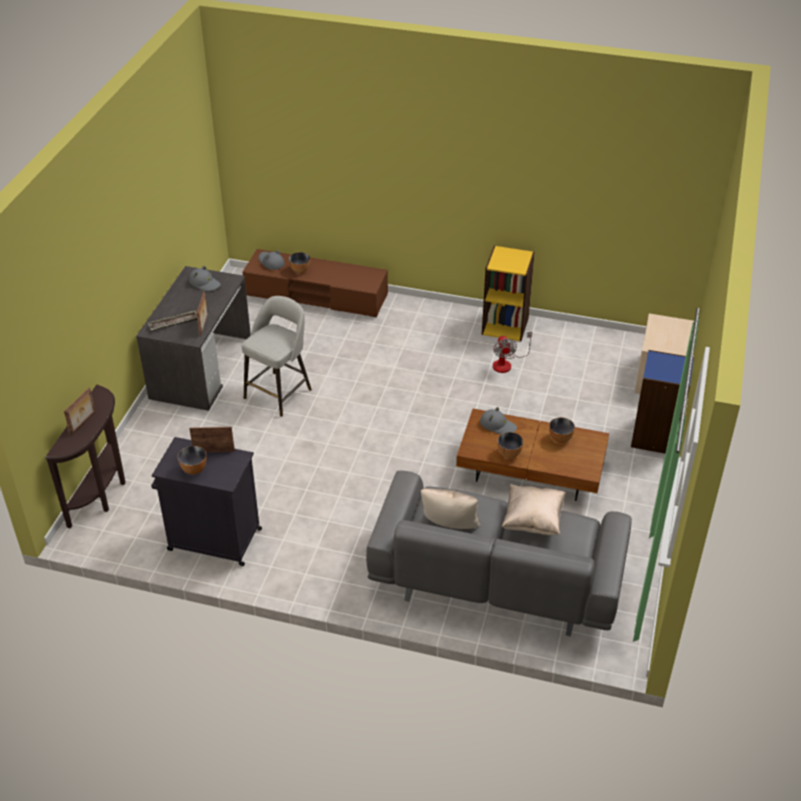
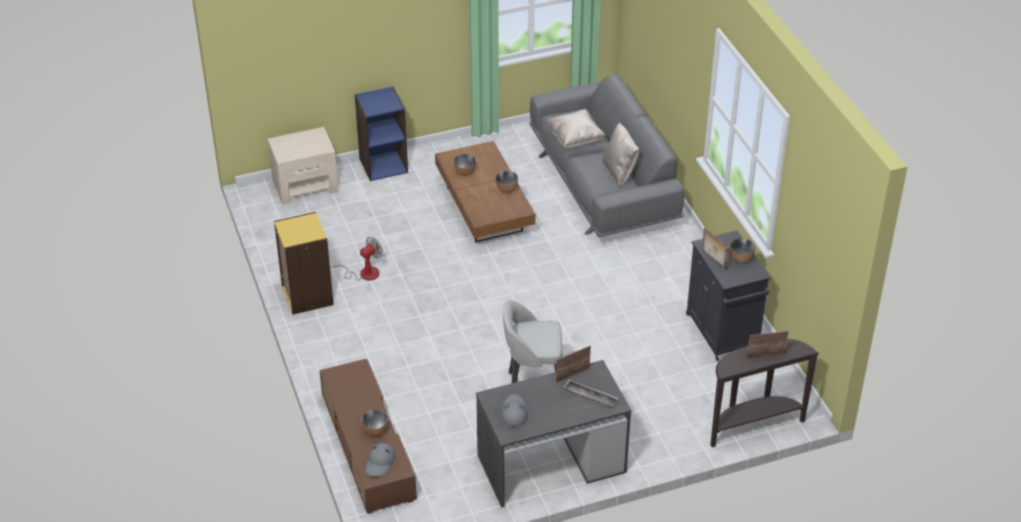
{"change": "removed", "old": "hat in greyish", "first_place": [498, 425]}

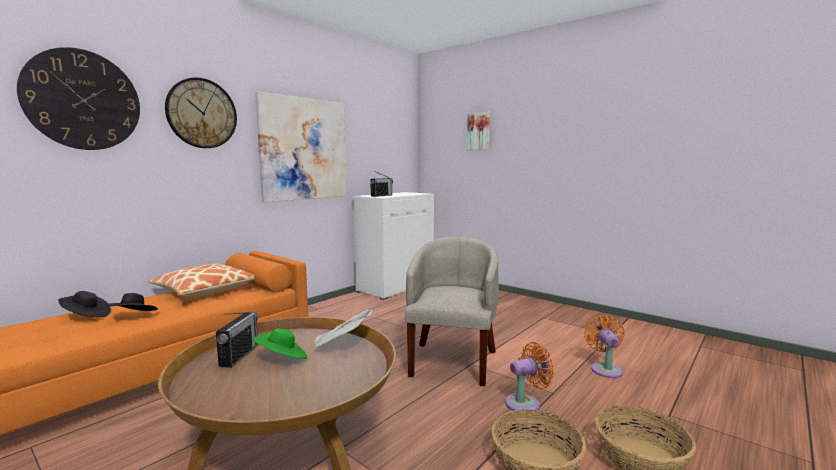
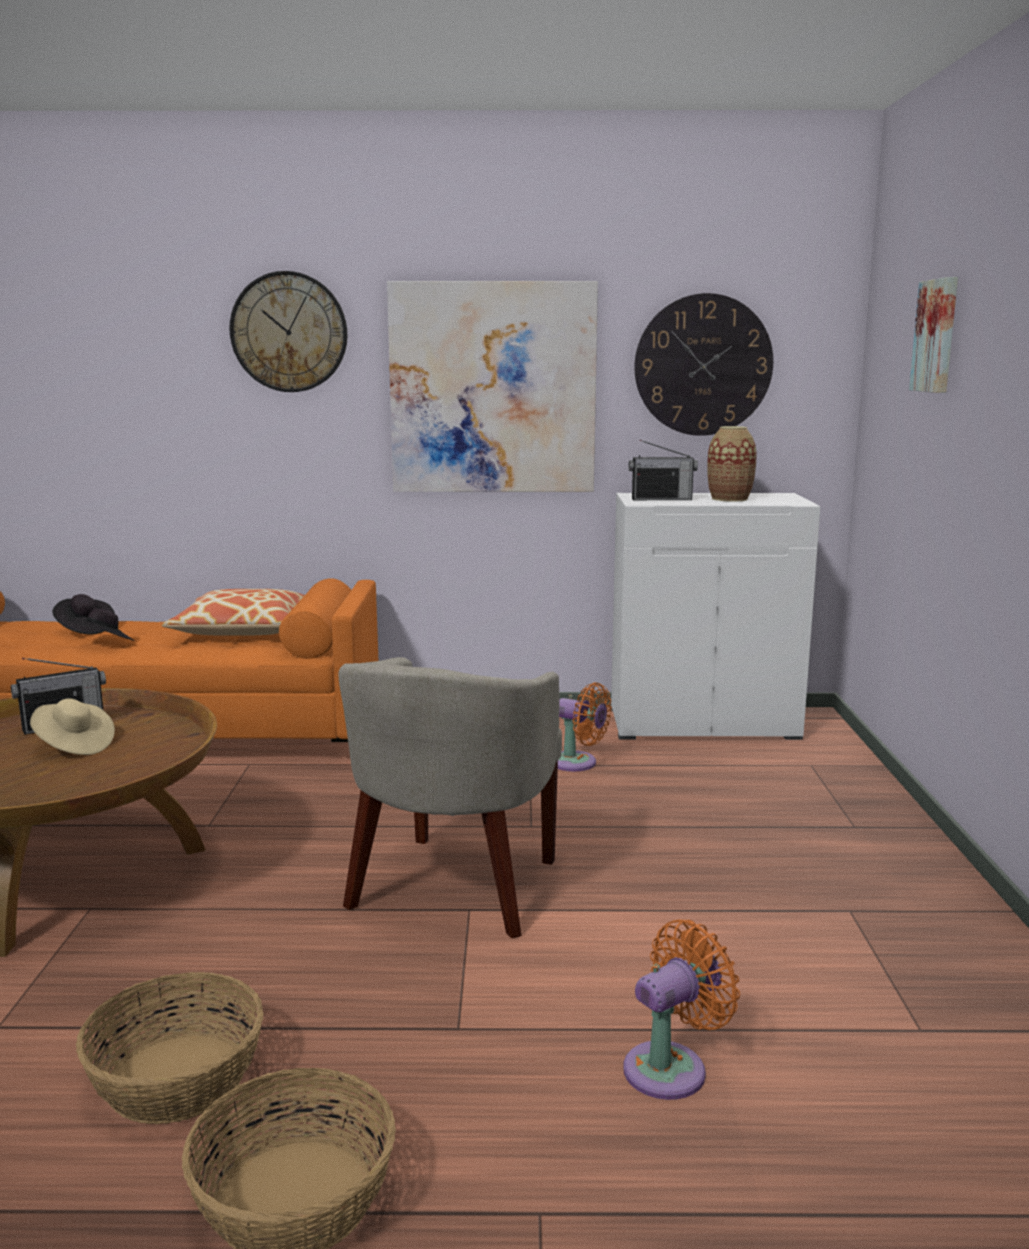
{"change": "removed", "old": "printed paper", "first_place": [341, 344]}
{"change": "added", "new": "decorative vase", "second_place": [729, 499]}
{"change": "moved", "old": "hanging clock", "first_place": [83, 100], "second_place": [703, 365]}
{"change": "moved", "old": "cooling fan in orangey", "first_place": [526, 403], "second_place": [578, 763]}
{"change": "recoloured", "old": "hat in green-coloured", "new": "hat in beige-coloured", "first_place": [282, 358], "second_place": [74, 746]}
{"change": "turned", "old": "lounge chair in beige-coloured", "first_place": [452, 361], "second_place": [454, 889], "degrees": 135}

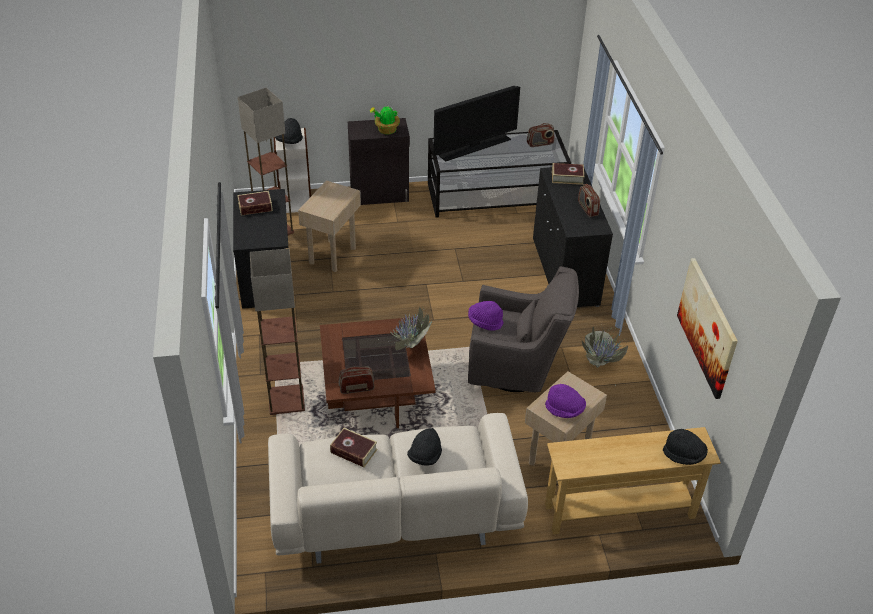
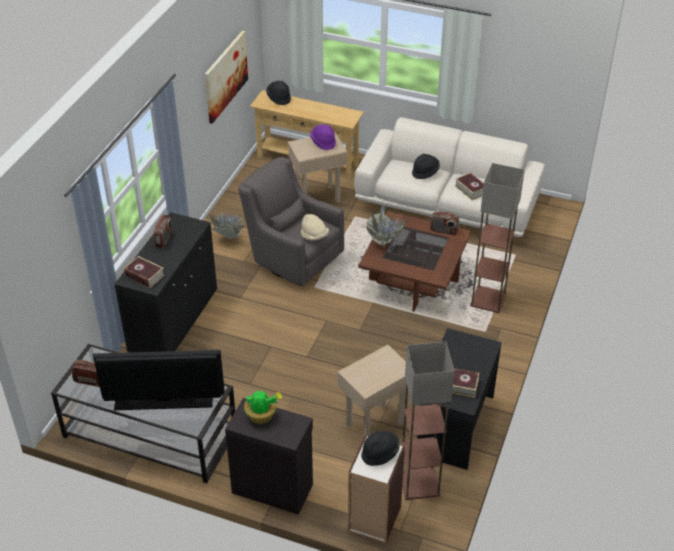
{"change": "recoloured", "old": "hat in purple", "new": "hat in beige-coloured", "first_place": [485, 322], "second_place": [314, 236]}

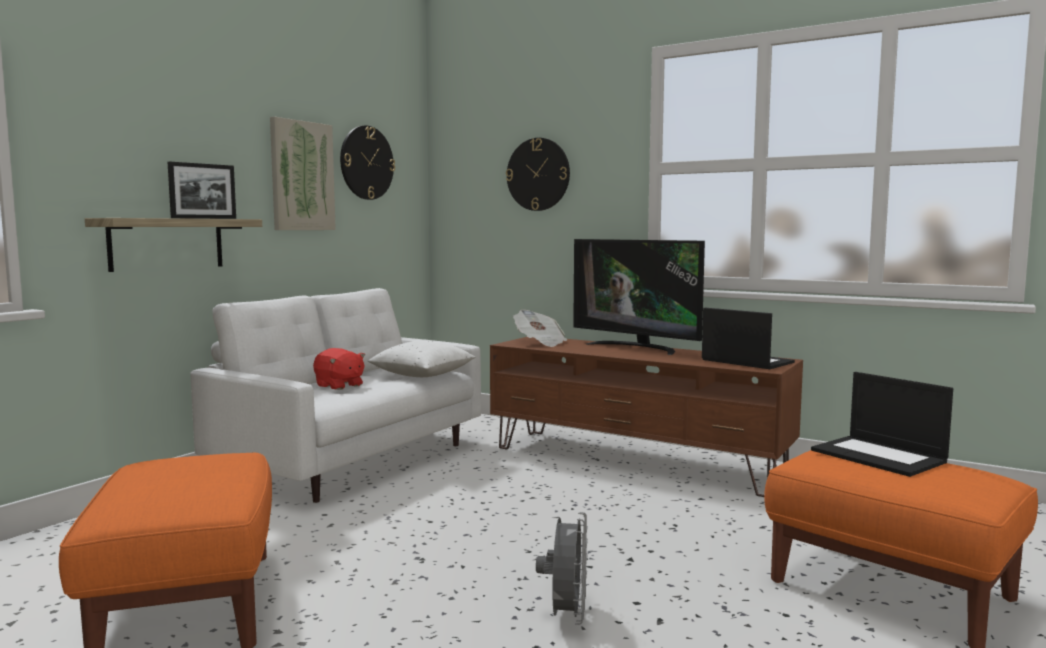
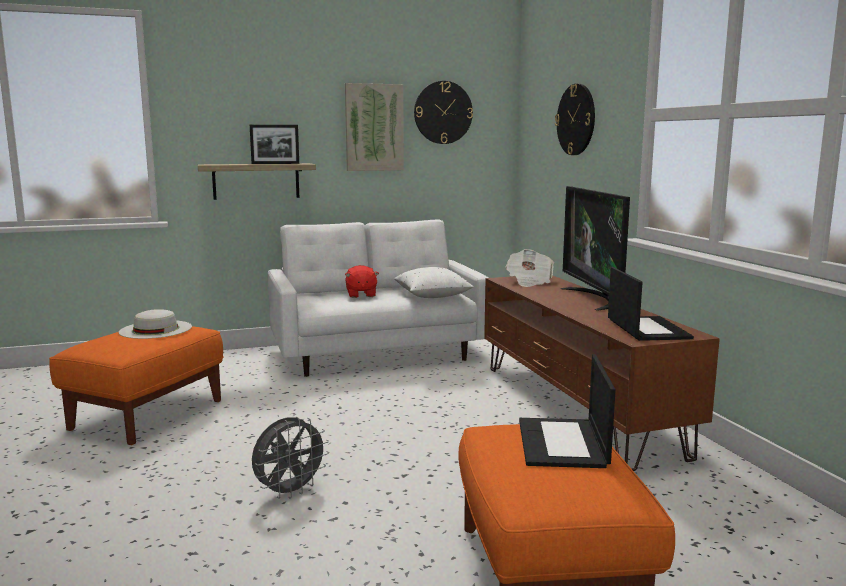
{"change": "added", "new": "hat in white-coloured", "second_place": [155, 329]}

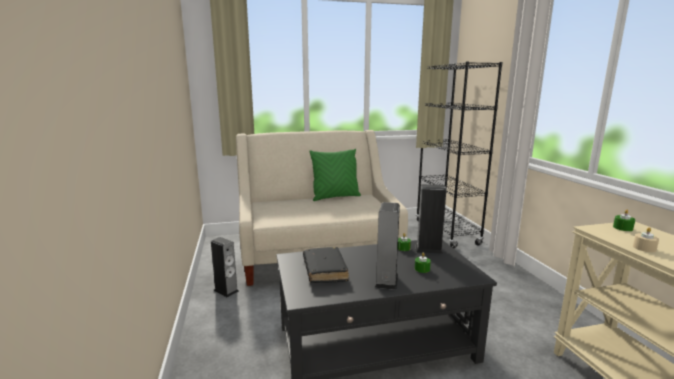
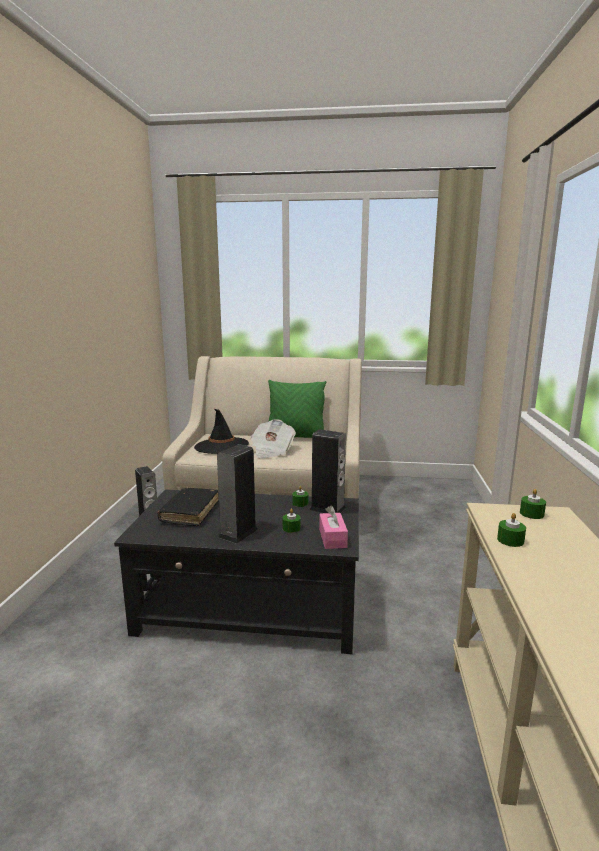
{"change": "removed", "old": "shelving unit in black", "first_place": [446, 232]}
{"change": "added", "new": "hat in black", "second_place": [221, 446]}
{"change": "added", "new": "printed paper", "second_place": [271, 451]}
{"change": "added", "new": "tissue holder in pink", "second_place": [332, 538]}
{"change": "recoloured", "old": "candle in beige-coloured", "new": "candle in green-coloured", "first_place": [644, 248], "second_place": [510, 540]}

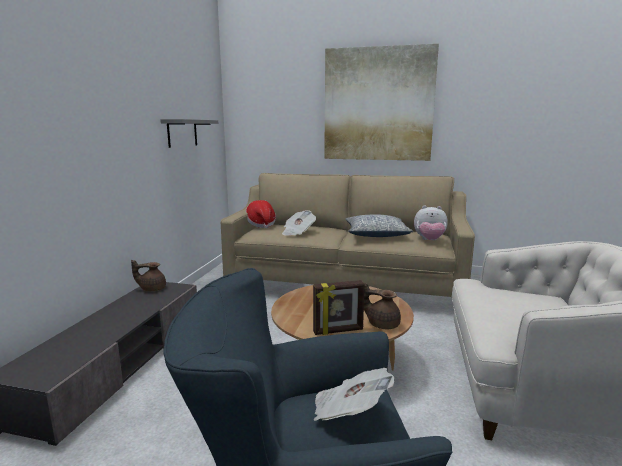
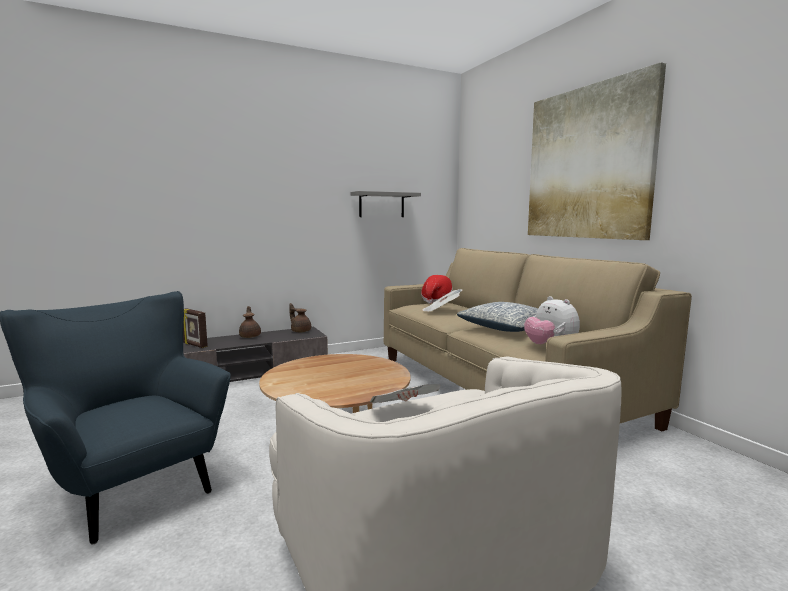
{"change": "moved", "old": "photo frame", "first_place": [338, 331], "second_place": [194, 345]}
{"change": "moved", "old": "printed paper", "first_place": [349, 412], "second_place": [404, 413]}
{"change": "moved", "old": "pot for tea in brownish", "first_place": [382, 324], "second_place": [250, 336]}

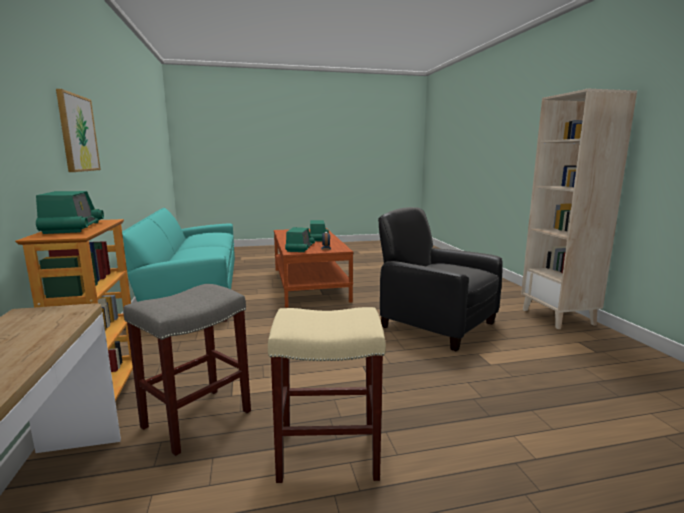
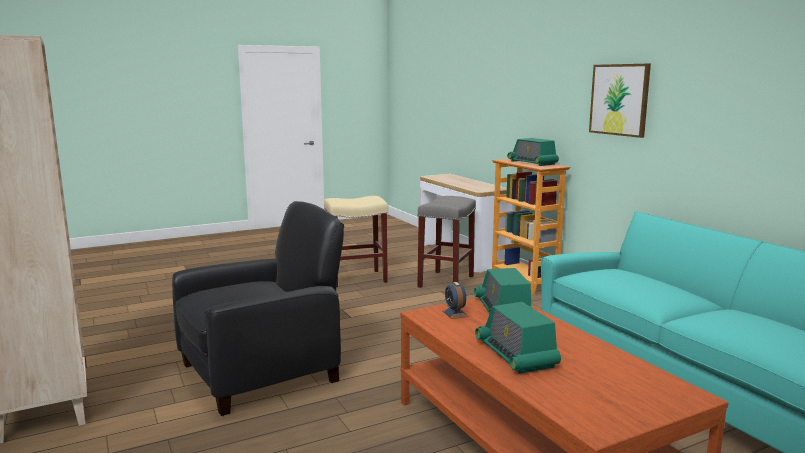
{"change": "turned", "old": "lounge chair in black", "first_place": [436, 324], "second_place": [262, 372], "degrees": -60}

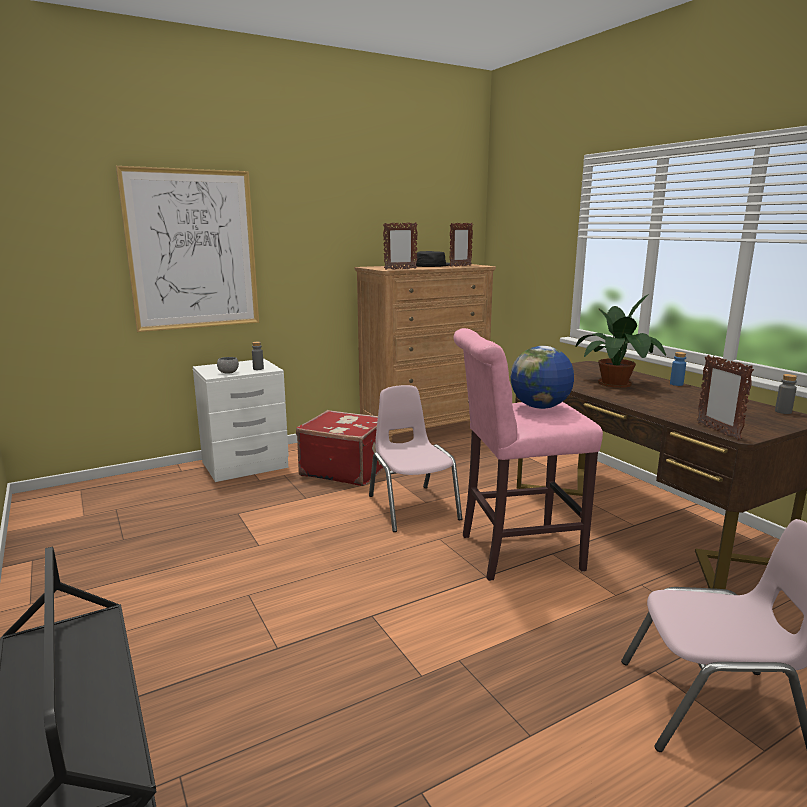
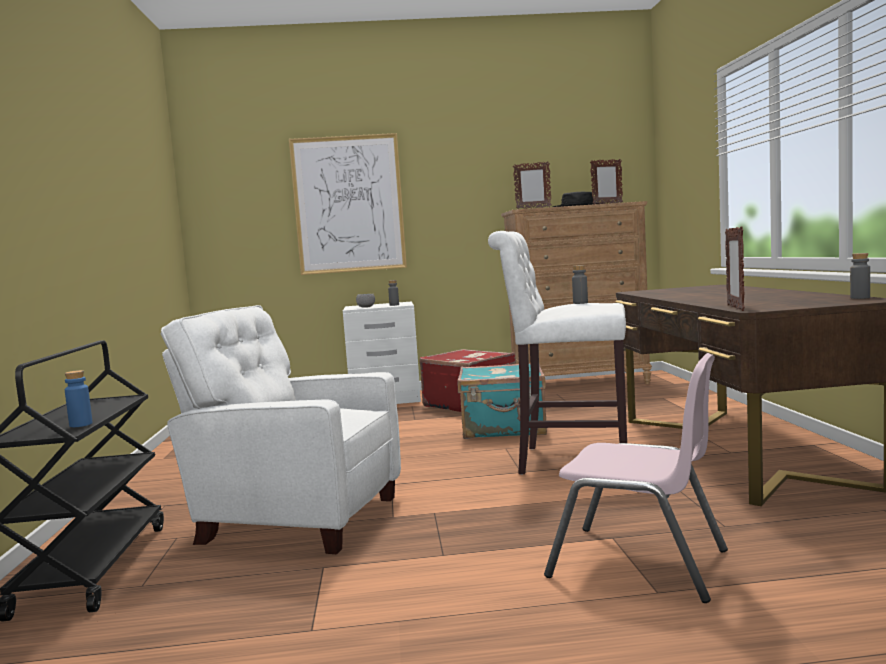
{"change": "removed", "old": "houseplant", "first_place": [617, 384]}
{"change": "added", "new": "lounge chair in white-coloured", "second_place": [296, 519]}
{"change": "moved", "old": "drink bottle in blue-coloured", "first_place": [676, 384], "second_place": [81, 424]}
{"change": "replaced", "old": "plain chair in pink", "new": "travel case in blue-green", "first_place": [412, 507], "second_place": [504, 429]}
{"change": "replaced", "old": "world globe", "new": "drink bottle in greyish", "first_place": [540, 407], "second_place": [580, 303]}
{"change": "recoloured", "old": "stool in pink", "new": "stool in white-coloured", "first_place": [513, 553], "second_place": [567, 461]}

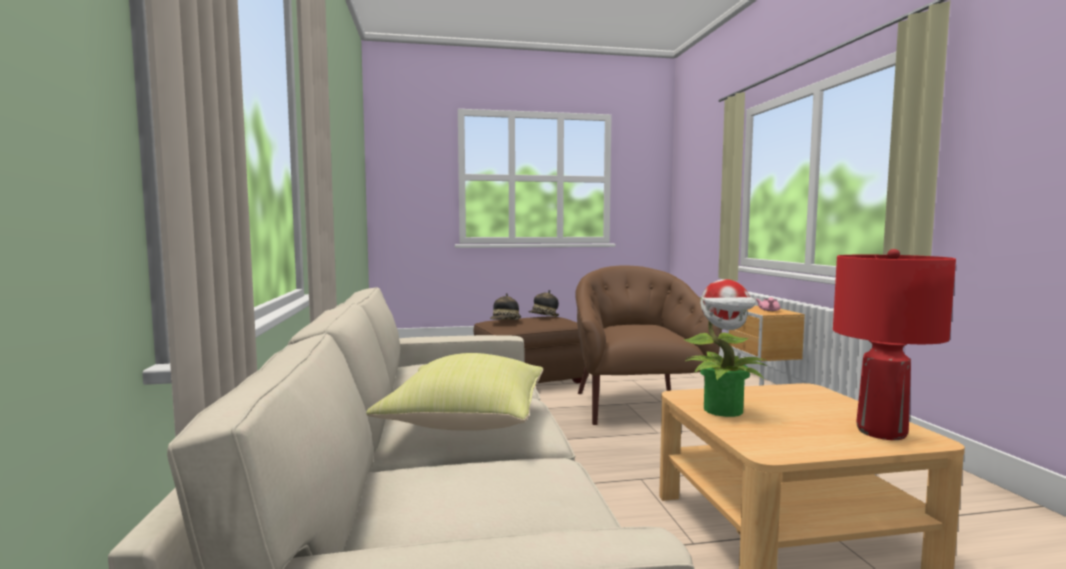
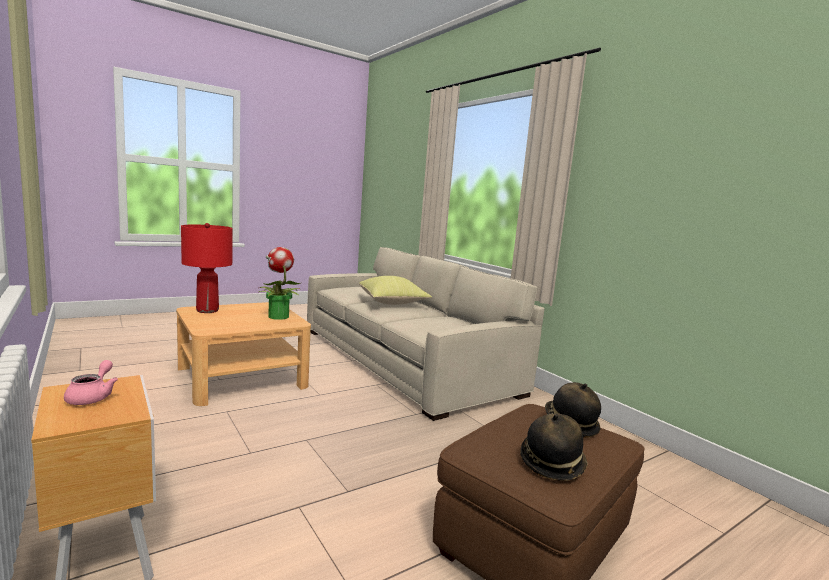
{"change": "removed", "old": "lounge chair in brownish", "first_place": [636, 405]}

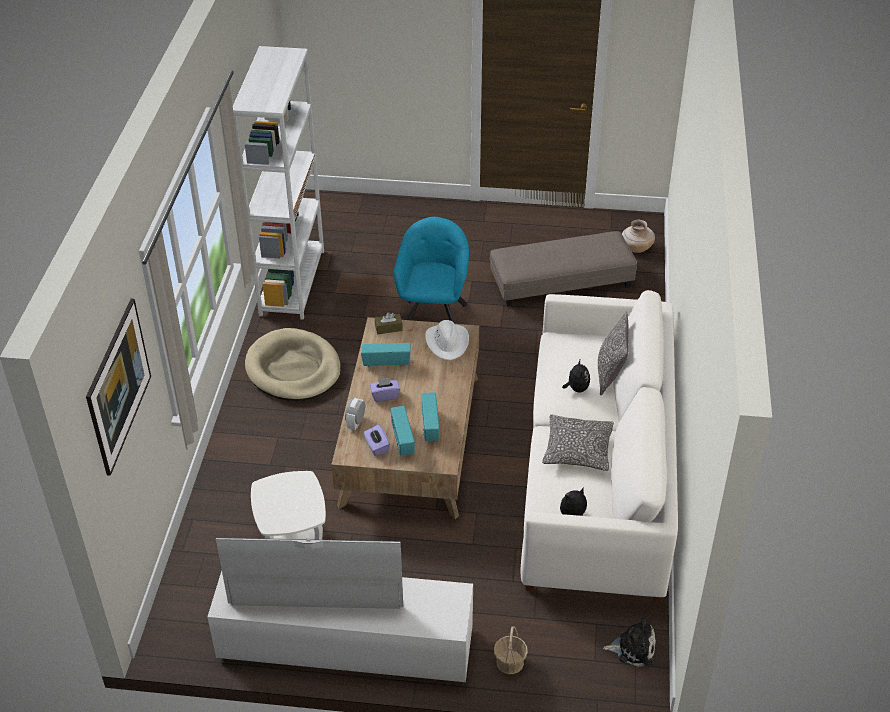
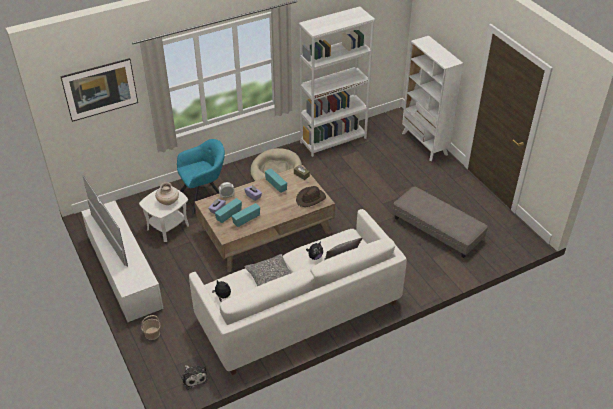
{"change": "added", "new": "shelving unit in white-coloured", "second_place": [424, 144]}
{"change": "moved", "old": "lounge chair in blue-green", "first_place": [433, 319], "second_place": [205, 196]}
{"change": "moved", "old": "decorative vase in beige-coloured", "first_place": [636, 248], "second_place": [168, 201]}
{"change": "recoloured", "old": "hat in white-coloured", "new": "hat in brownish", "first_place": [447, 342], "second_place": [310, 198]}

